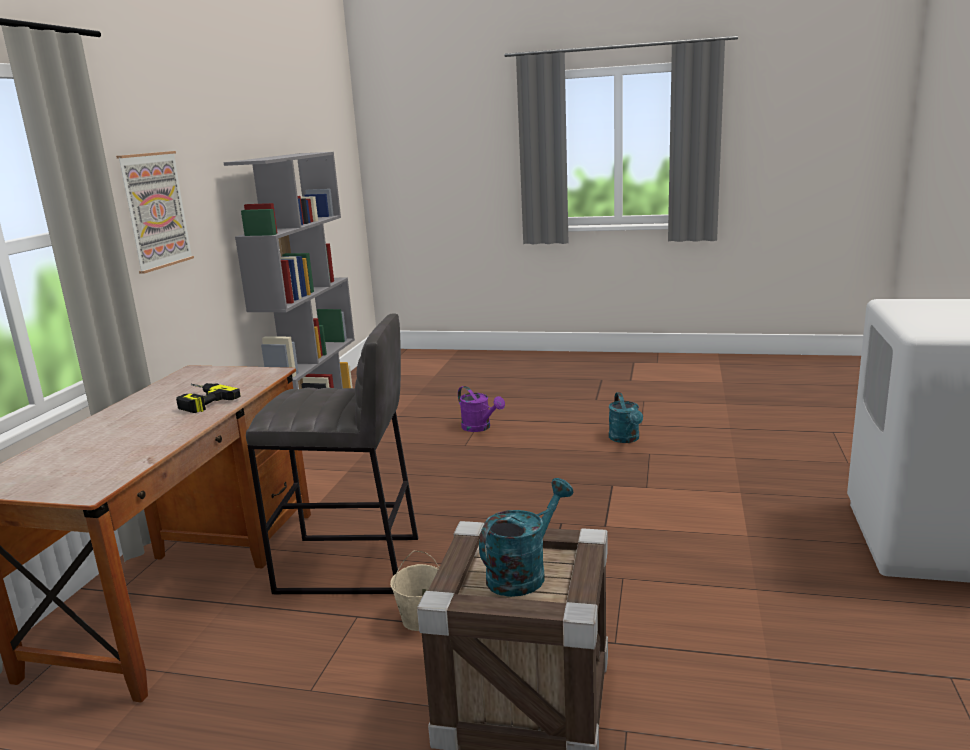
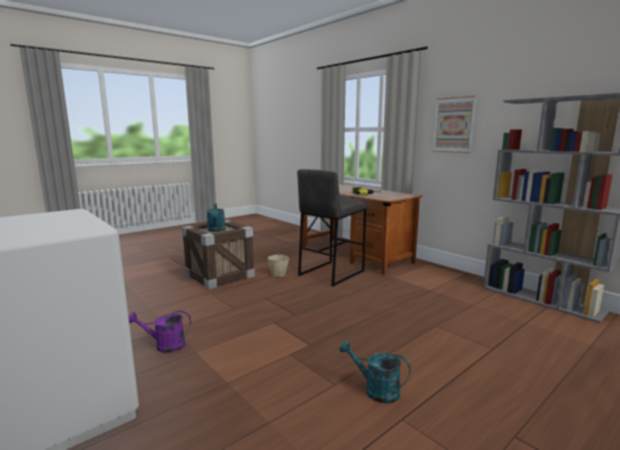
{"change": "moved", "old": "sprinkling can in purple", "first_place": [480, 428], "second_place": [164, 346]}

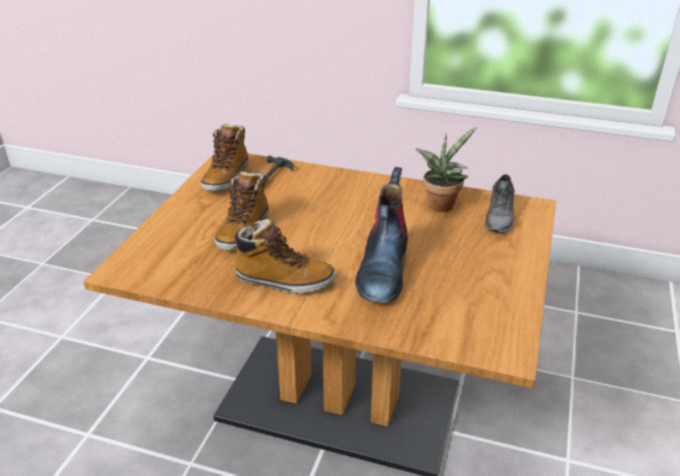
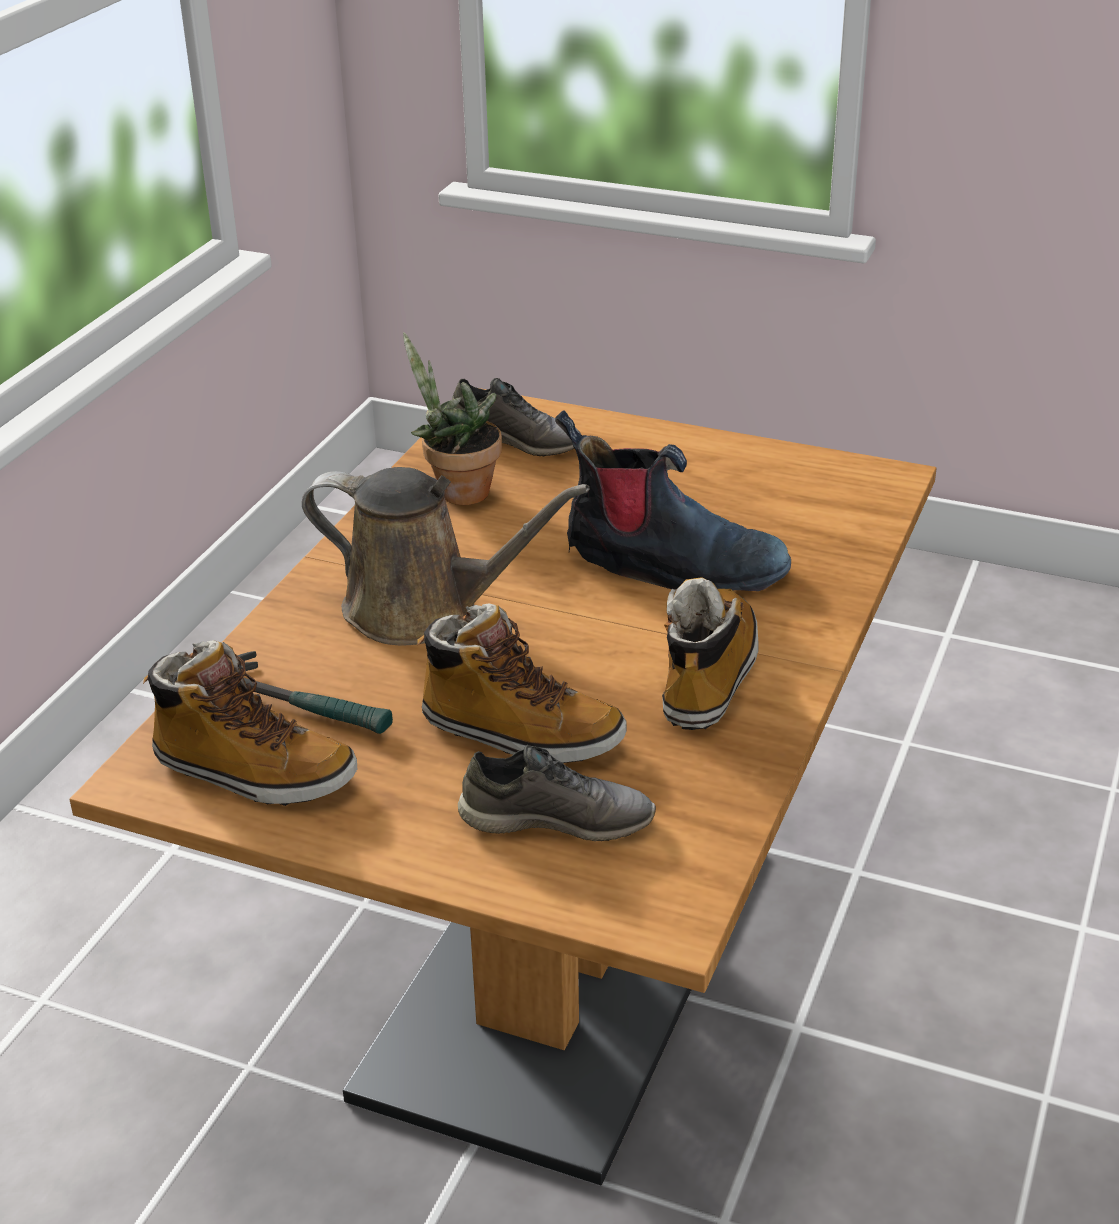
{"change": "added", "new": "sprinkling can in brownish", "second_place": [424, 609]}
{"change": "added", "new": "low shoe in greyish", "second_place": [557, 819]}

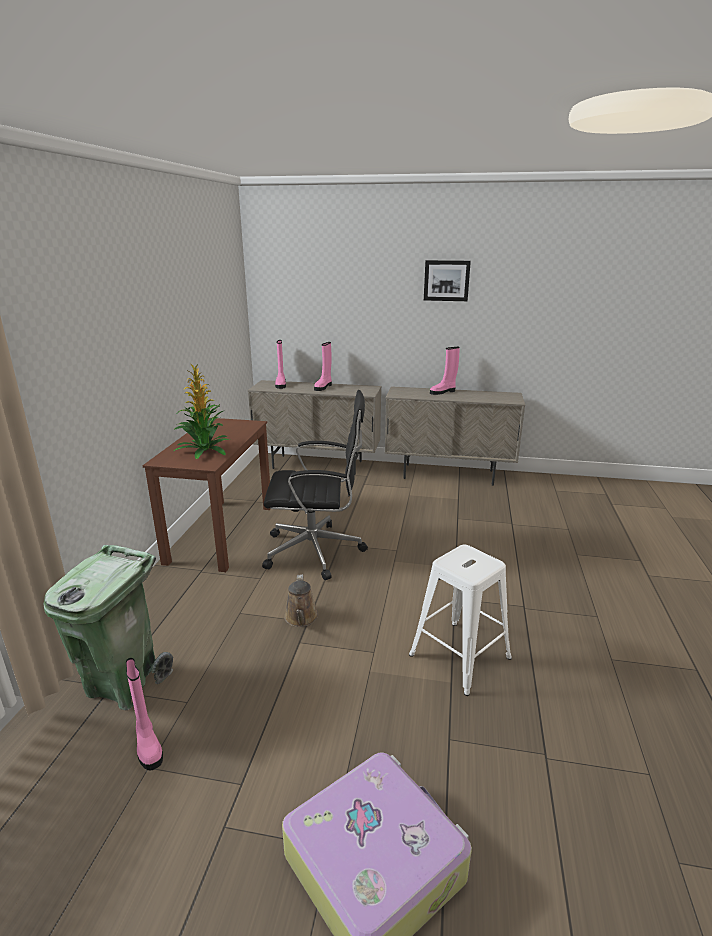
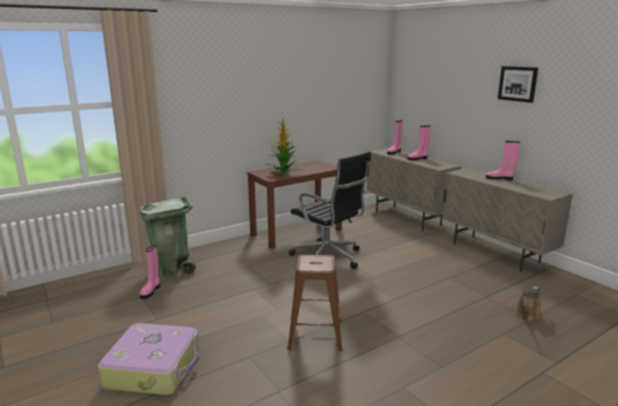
{"change": "moved", "old": "sprinkling can in brownish", "first_place": [301, 618], "second_place": [527, 316]}
{"change": "recoloured", "old": "stool in white-coloured", "new": "stool in brownish", "first_place": [459, 655], "second_place": [316, 334]}

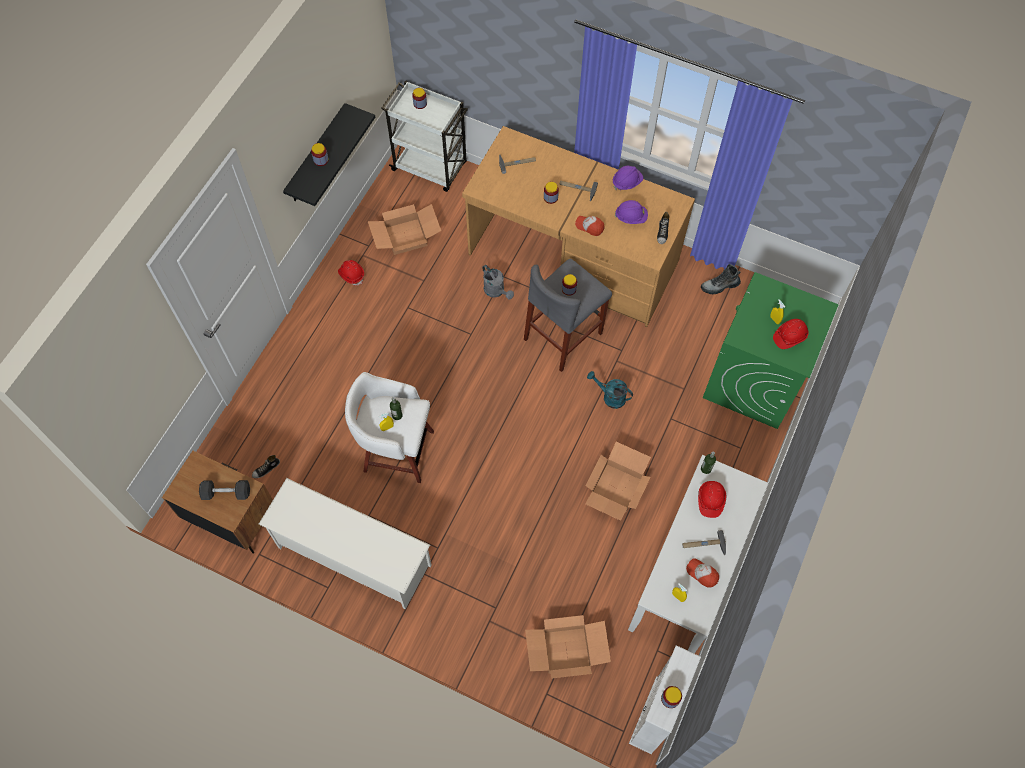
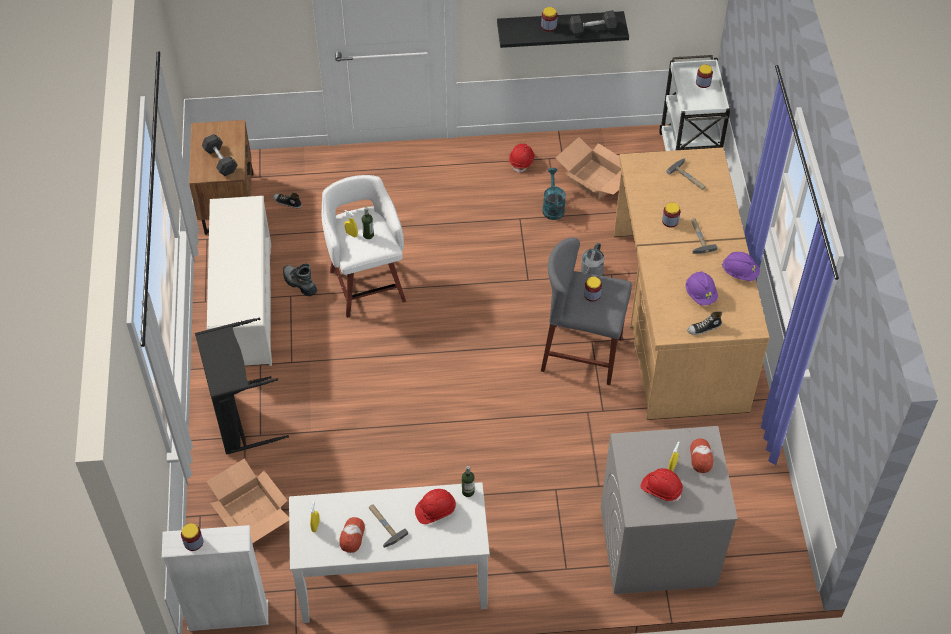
{"change": "removed", "old": "carton", "first_place": [616, 489]}
{"change": "added", "new": "washing basket in black", "second_place": [238, 418]}
{"change": "added", "new": "free weight in greyish", "second_place": [592, 29]}
{"change": "moved", "old": "cap", "first_place": [589, 227], "second_place": [701, 457]}
{"change": "moved", "old": "sprinkling can in blue-green", "first_place": [610, 397], "second_place": [552, 207]}
{"change": "moved", "old": "tall boot", "first_place": [719, 286], "second_place": [299, 283]}
{"change": "recoloured", "old": "laundry machine in green-coloured", "new": "laundry machine in greyish", "first_place": [754, 380], "second_place": [656, 546]}

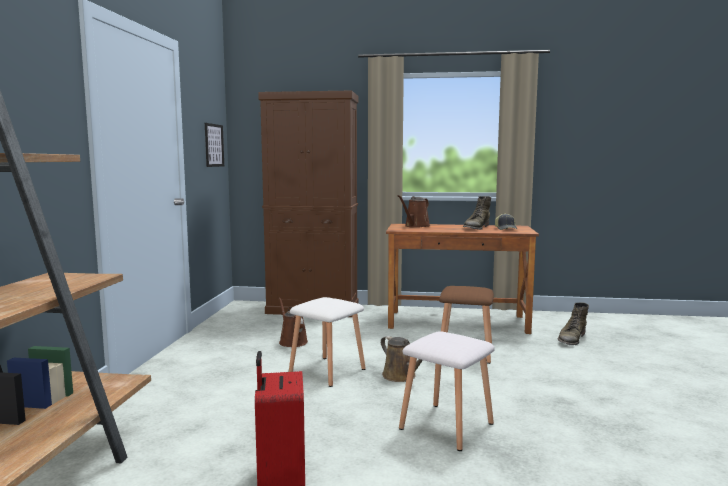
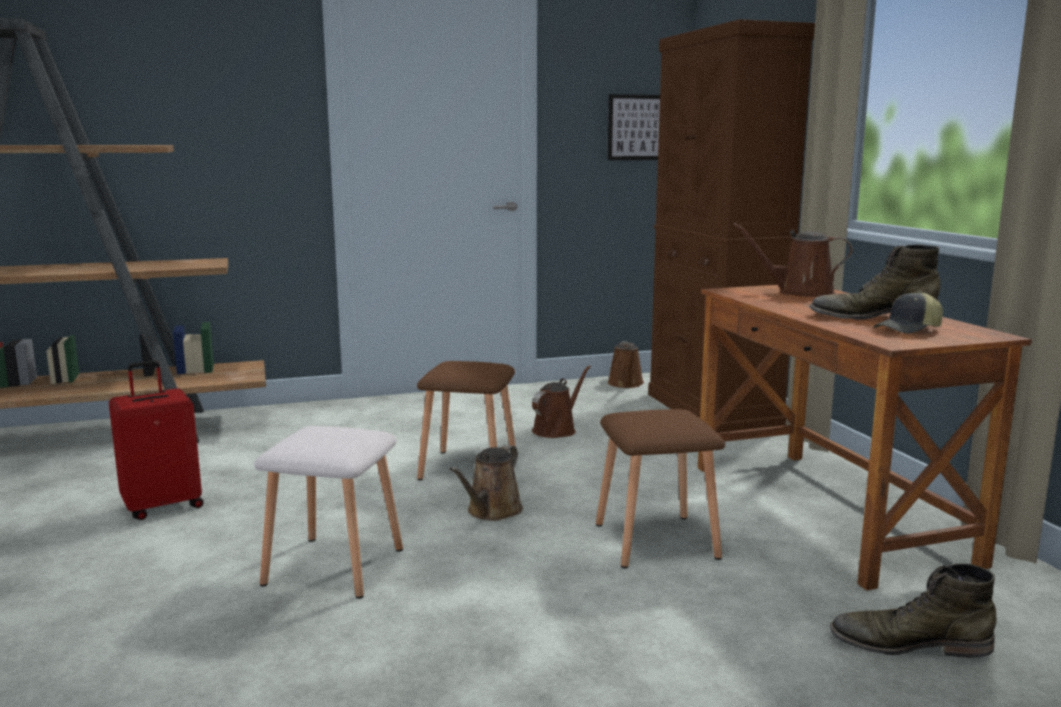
{"change": "added", "new": "sprinkling can in brownish", "second_place": [626, 384]}
{"change": "recoloured", "old": "stool in white-coloured", "new": "stool in brownish", "first_place": [327, 371], "second_place": [470, 468]}

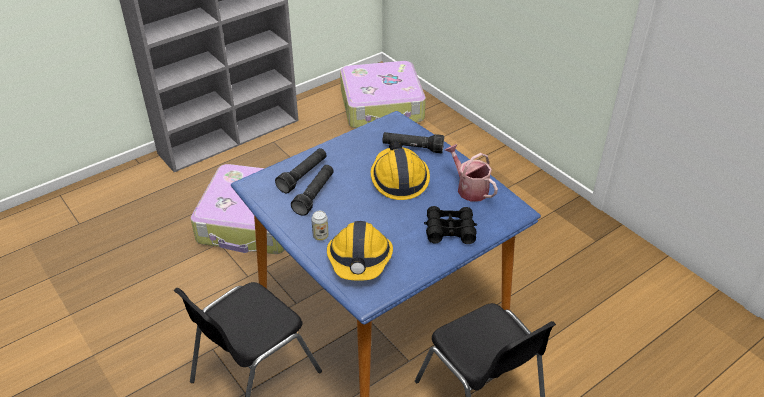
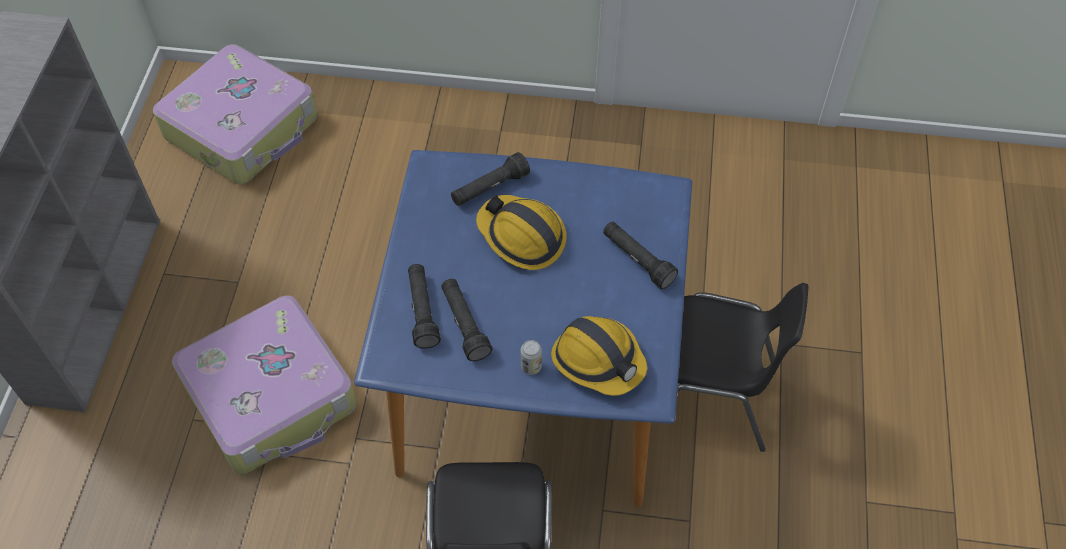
{"change": "removed", "old": "sprinkling can", "first_place": [469, 188]}
{"change": "replaced", "old": "pair of binoculars in black", "new": "torch in black", "first_place": [450, 230], "second_place": [637, 260]}

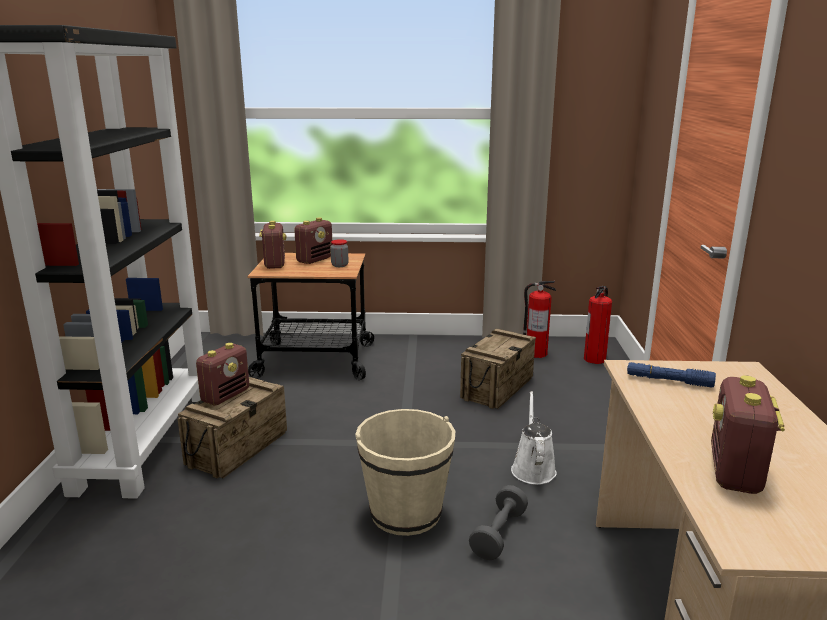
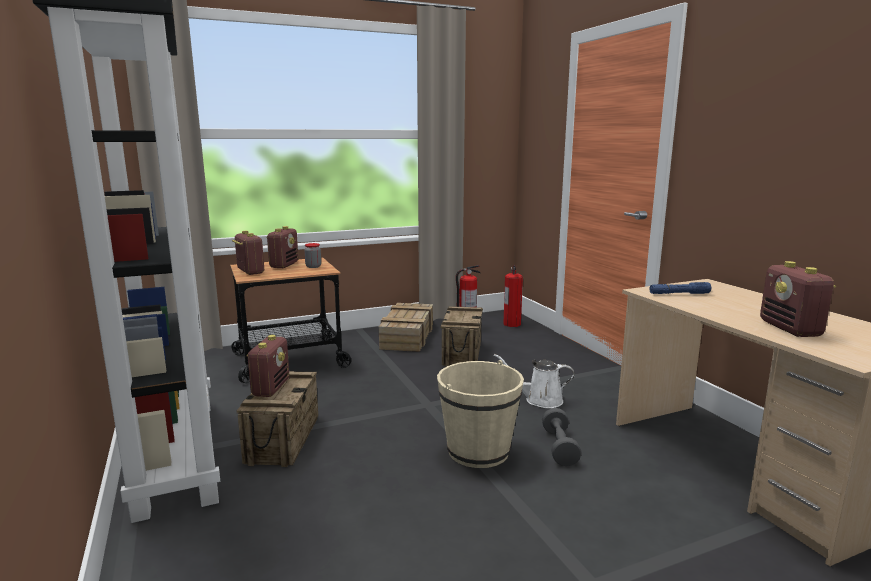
{"change": "added", "new": "packing crate", "second_place": [408, 336]}
{"change": "turned", "old": "sprinkling can in white-coloured", "first_place": [533, 468], "second_place": [540, 400], "degrees": -60}

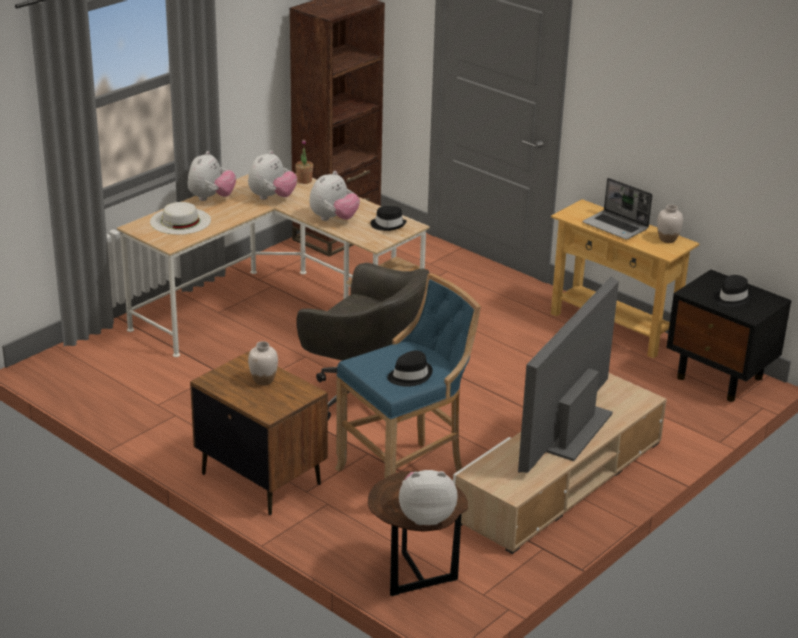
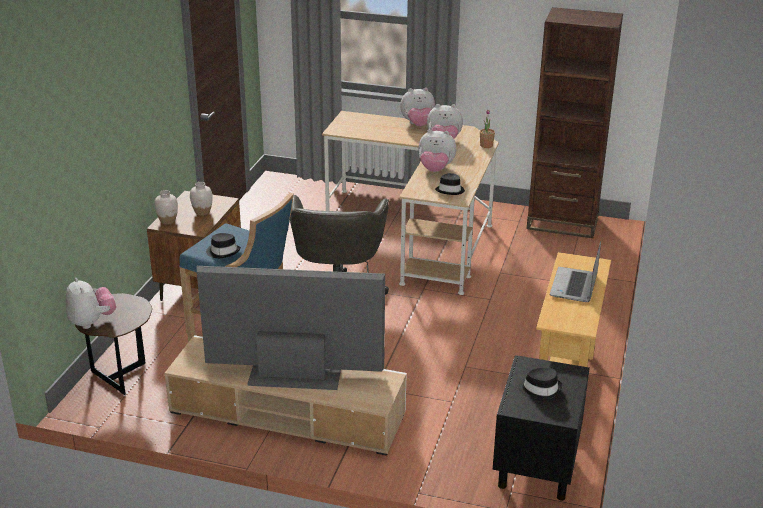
{"change": "removed", "old": "hat in white-coloured", "first_place": [180, 221]}
{"change": "moved", "old": "decorative vase in white-coloured", "first_place": [667, 239], "second_place": [167, 221]}

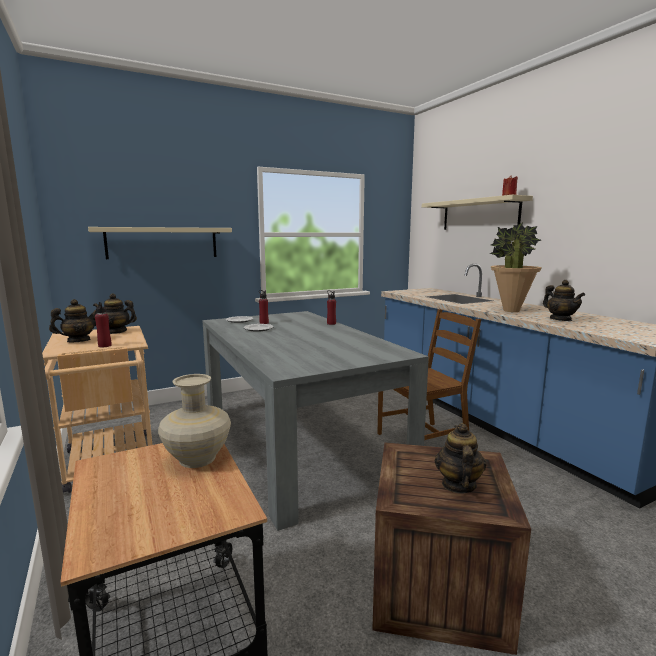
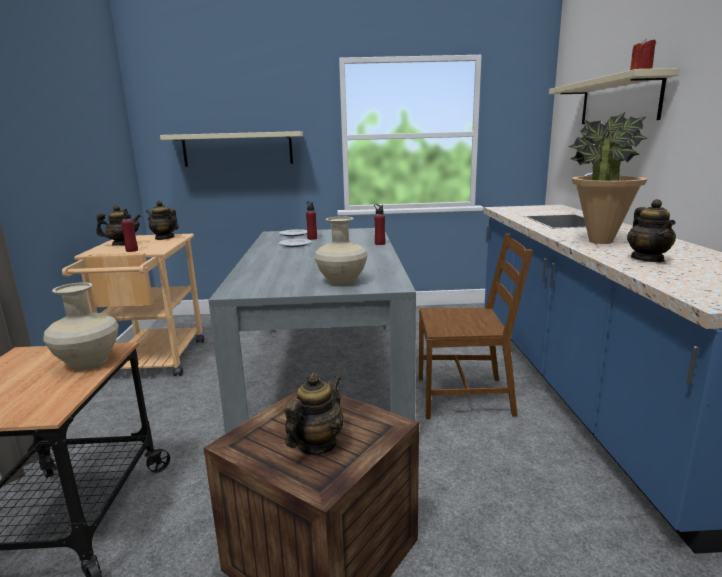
{"change": "added", "new": "decorative vase in beige-coloured", "second_place": [341, 281]}

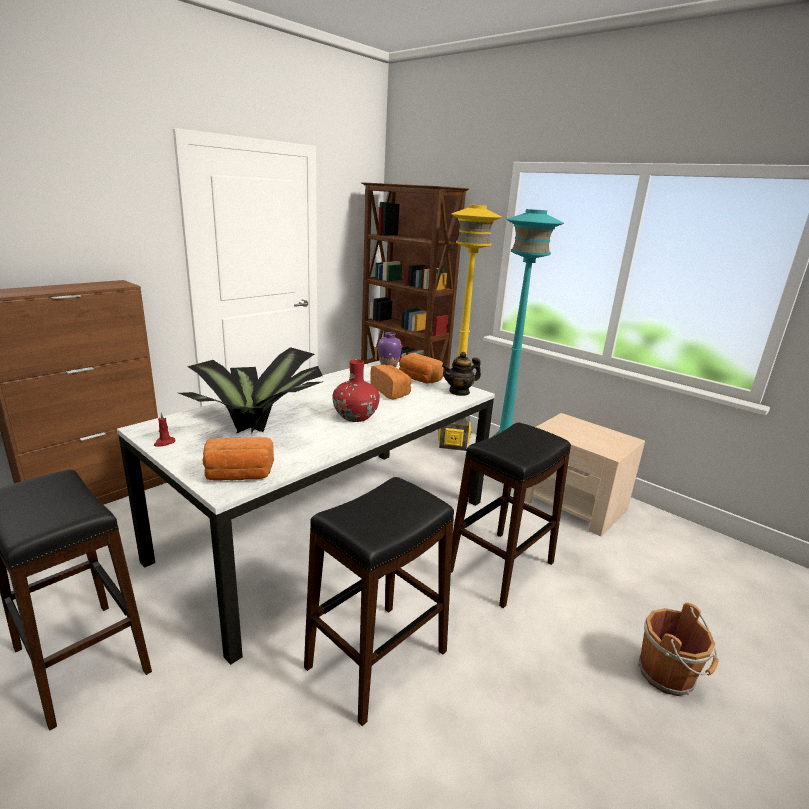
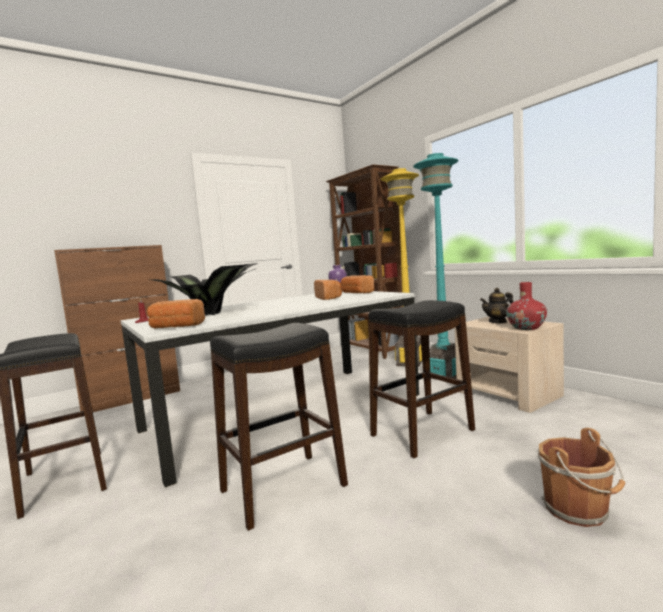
{"change": "moved", "old": "decorative vase in red", "first_place": [355, 416], "second_place": [526, 328]}
{"change": "moved", "old": "pot for tea", "first_place": [459, 392], "second_place": [498, 321]}

